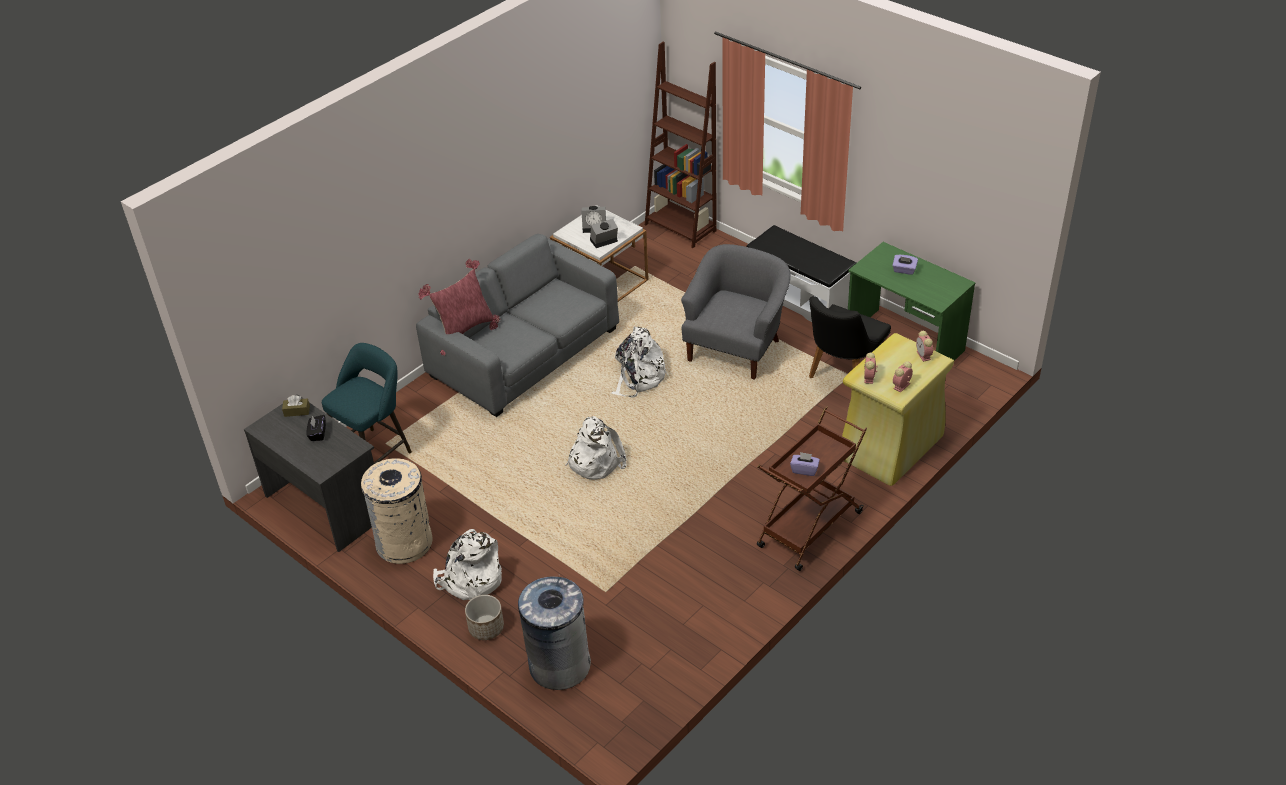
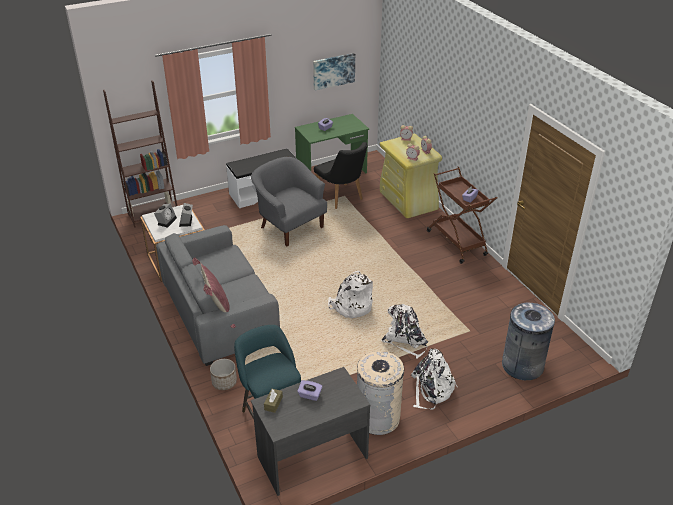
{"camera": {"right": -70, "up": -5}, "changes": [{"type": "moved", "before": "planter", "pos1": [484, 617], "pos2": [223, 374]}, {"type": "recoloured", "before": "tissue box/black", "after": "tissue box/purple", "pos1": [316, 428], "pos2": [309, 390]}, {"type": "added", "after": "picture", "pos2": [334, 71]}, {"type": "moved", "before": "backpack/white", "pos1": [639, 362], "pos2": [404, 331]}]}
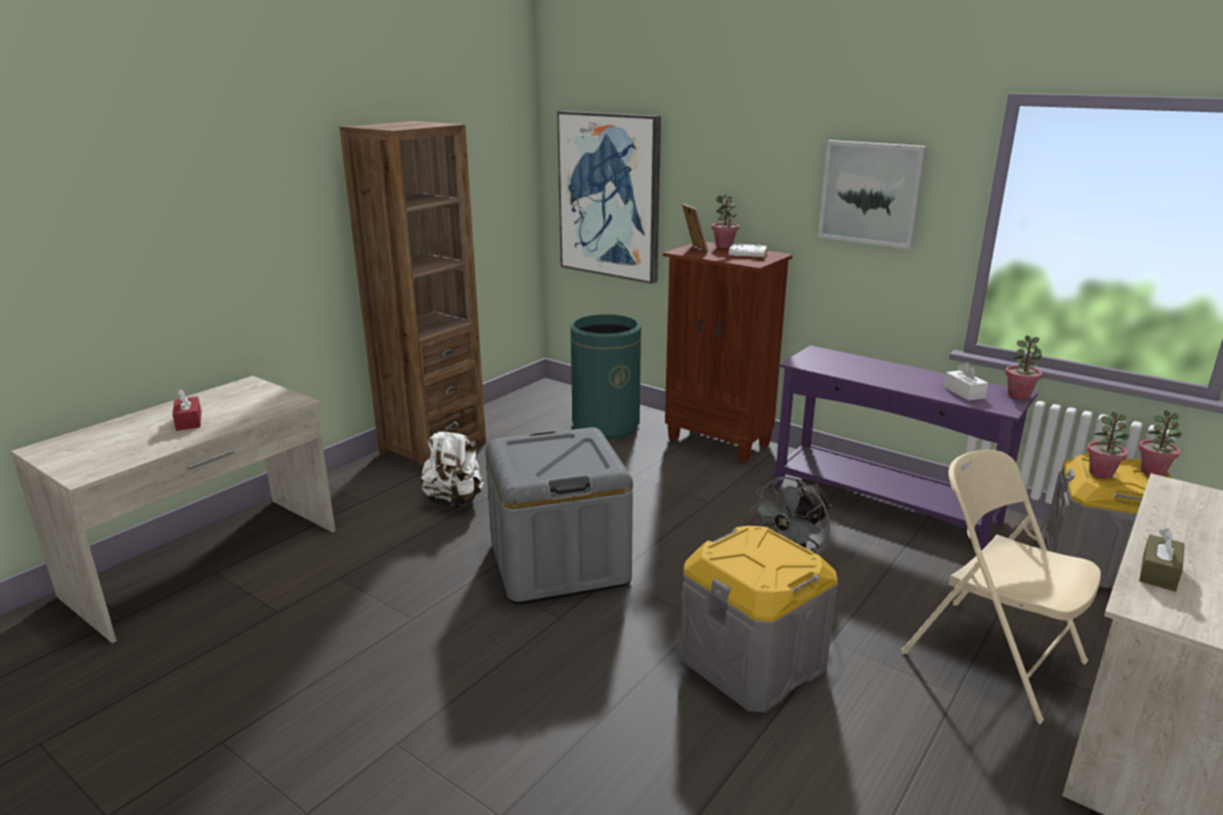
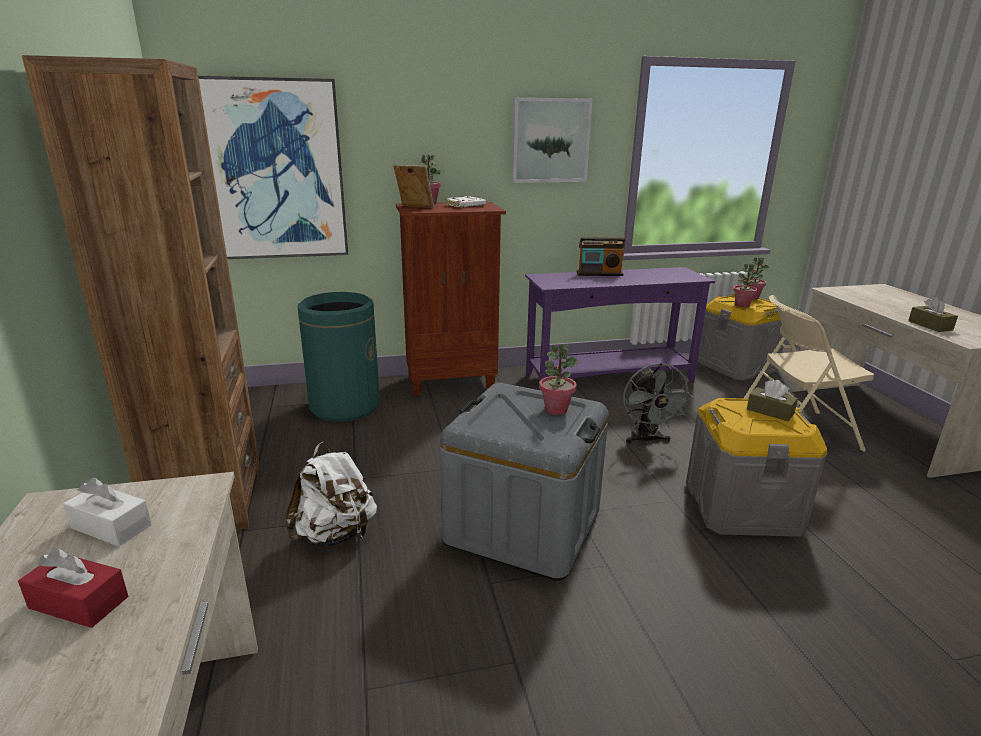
{"camera": {"right": -50, "up": 0}, "changes": [{"type": "moved", "before": "tissue box/white", "pos1": [966, 381], "pos2": [107, 512]}, {"type": "moved", "before": "potted plant", "pos1": [1023, 367], "pos2": [558, 379]}, {"type": "added", "after": "radio", "pos2": [601, 256]}, {"type": "added", "after": "tissue box/brown", "pos2": [772, 400]}]}
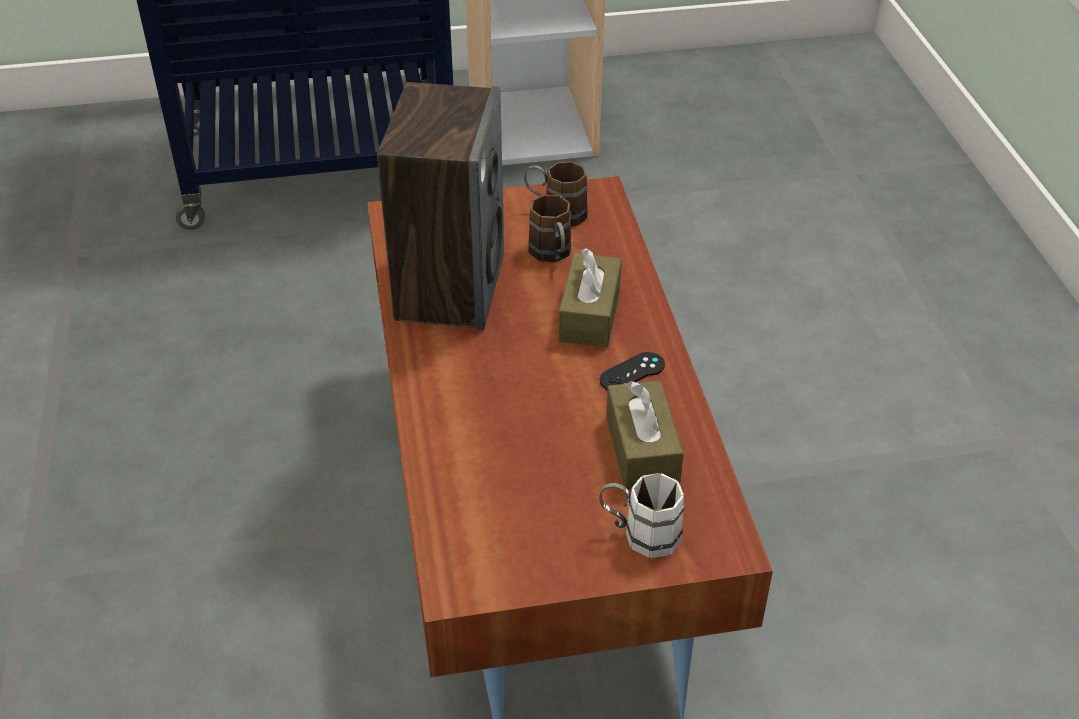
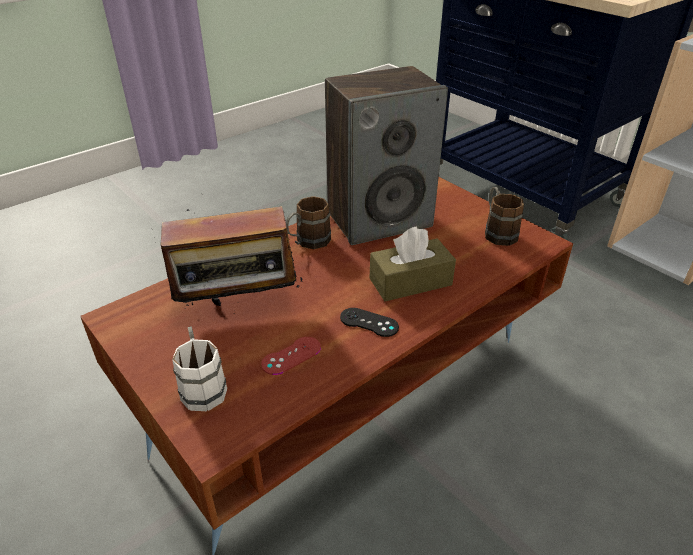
{"camera": {"right": 60, "up": -5}, "changes": [{"type": "added", "after": "radio", "pos2": [228, 260]}, {"type": "replaced", "before": "tissue box/brown", "after": "game controller/red", "pos1": [645, 435], "pos2": [291, 356]}, {"type": "moved", "before": "mug/brown", "pos1": [549, 228], "pos2": [308, 222]}]}
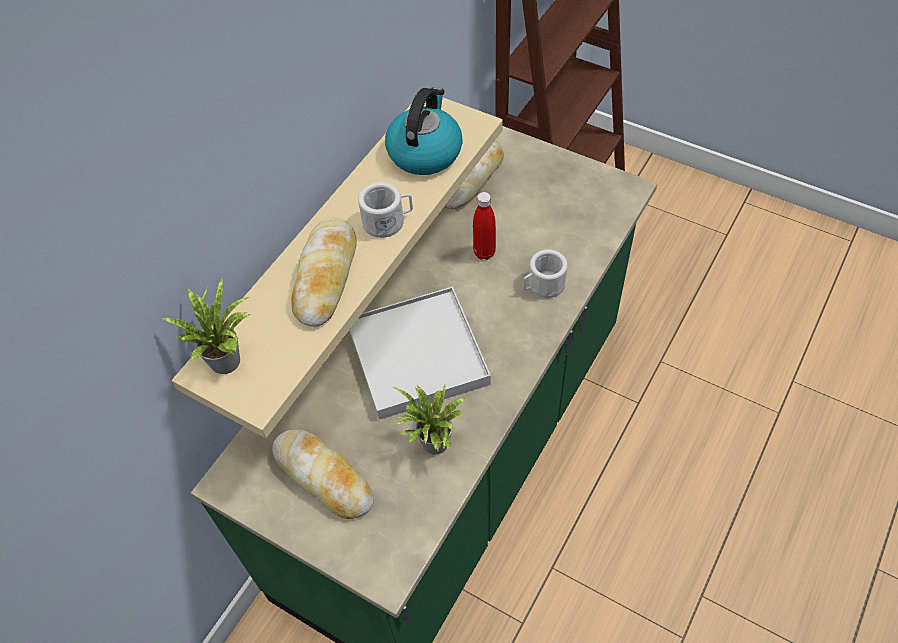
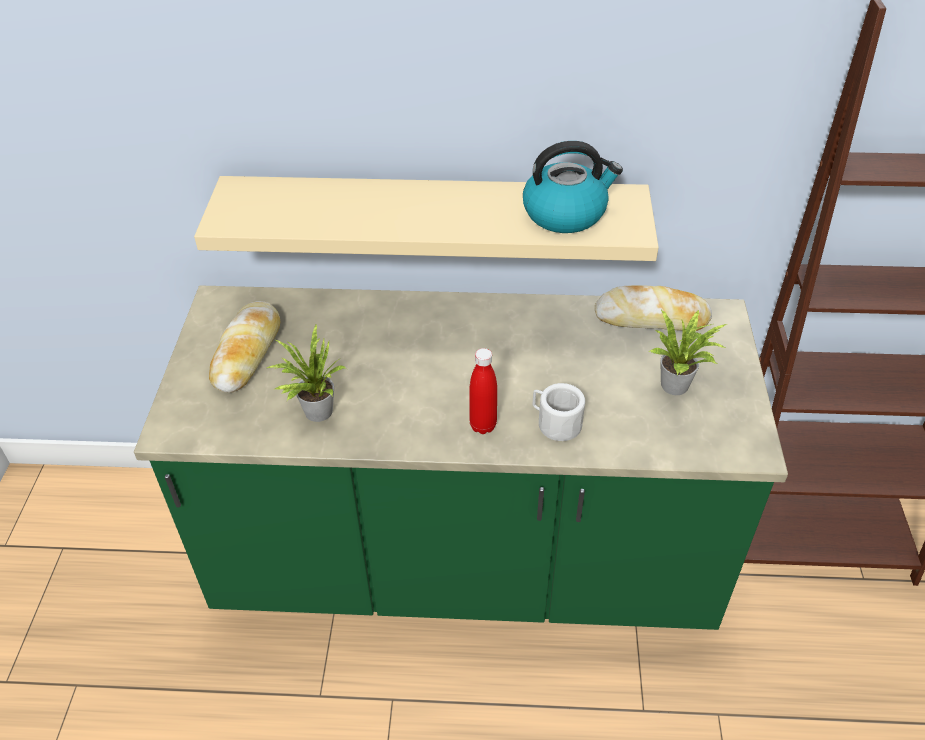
{"camera": {"right": 60, "up": -10}, "changes": [{"type": "moved", "before": "bottle/red", "pos1": [484, 226], "pos2": [483, 391]}, {"type": "moved", "before": "potted plant", "pos1": [205, 325], "pos2": [688, 352]}, {"type": "removed", "before": "bread", "pos1": [324, 272]}, {"type": "removed", "before": "tray/white", "pos1": [420, 353]}, {"type": "removed", "before": "mug/white", "pos1": [385, 210]}]}
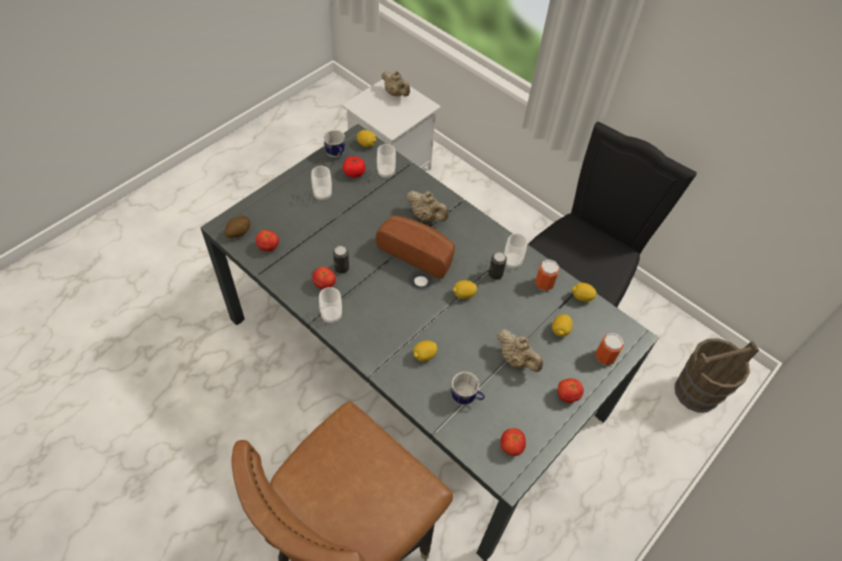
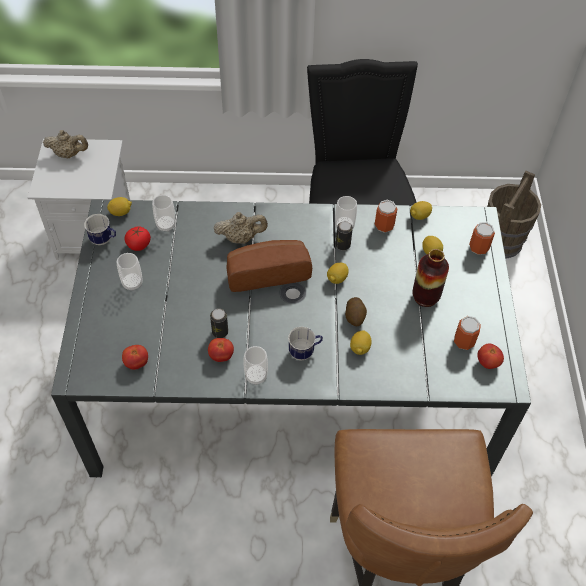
{"camera": {"right": -40, "up": 0}, "changes": [{"type": "moved", "before": "mug", "pos1": [468, 388], "pos2": [305, 343]}, {"type": "moved", "before": "potato", "pos1": [237, 227], "pos2": [356, 312]}, {"type": "replaced", "before": "teapot/beige", "after": "vase", "pos1": [520, 350], "pos2": [430, 278]}, {"type": "added", "after": "can", "pos2": [467, 333]}, {"type": "removed", "before": "tomato", "pos1": [571, 390]}]}
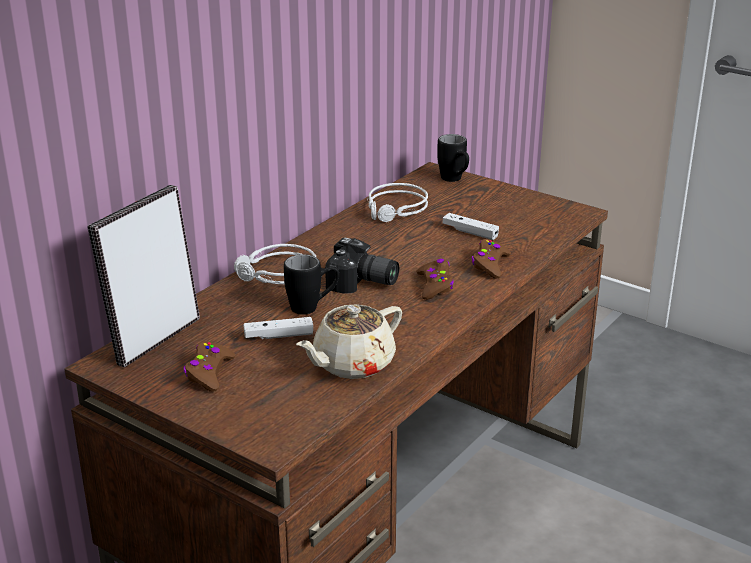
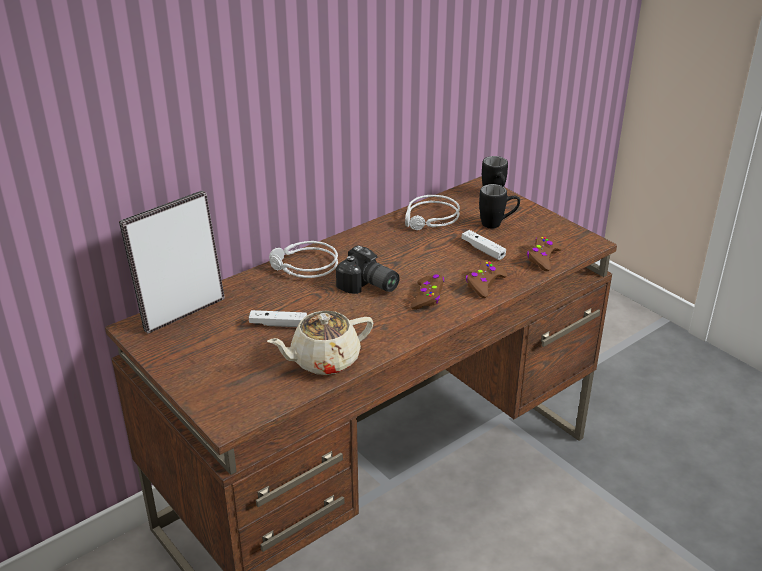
{"camera": {"right": 15, "up": 5}, "changes": [{"type": "moved", "before": "mug/black", "pos1": [311, 284], "pos2": [499, 206]}, {"type": "moved", "before": "game controller/brown", "pos1": [209, 366], "pos2": [544, 253]}]}
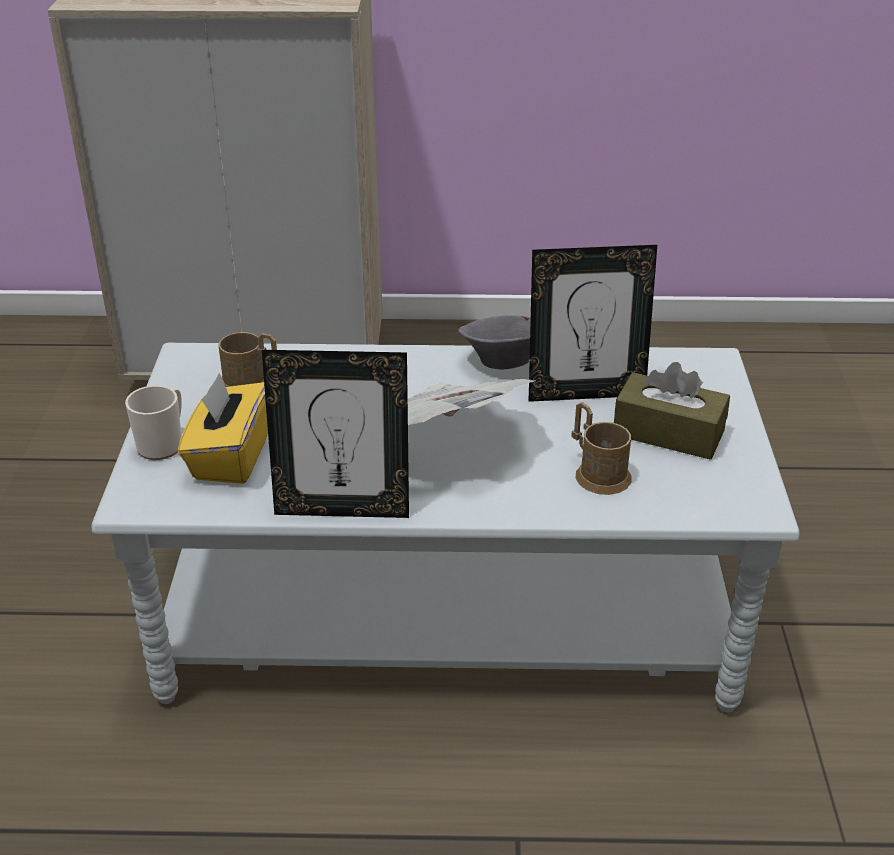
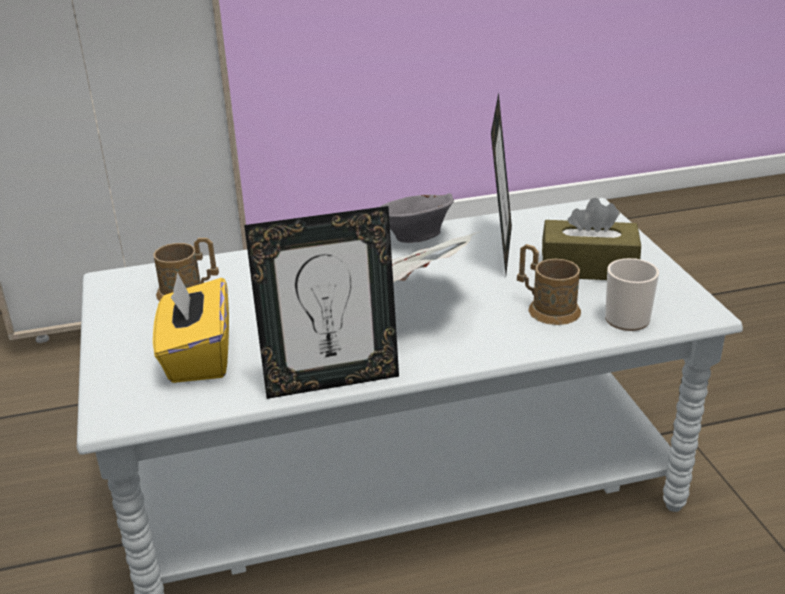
{"camera": {"right": -15, "up": -5}, "changes": [{"type": "turned", "before": "picture frame", "pos1": [593, 323], "pos2": [501, 183], "turn": -60}, {"type": "moved", "before": "mug", "pos1": [153, 422], "pos2": [632, 294]}]}
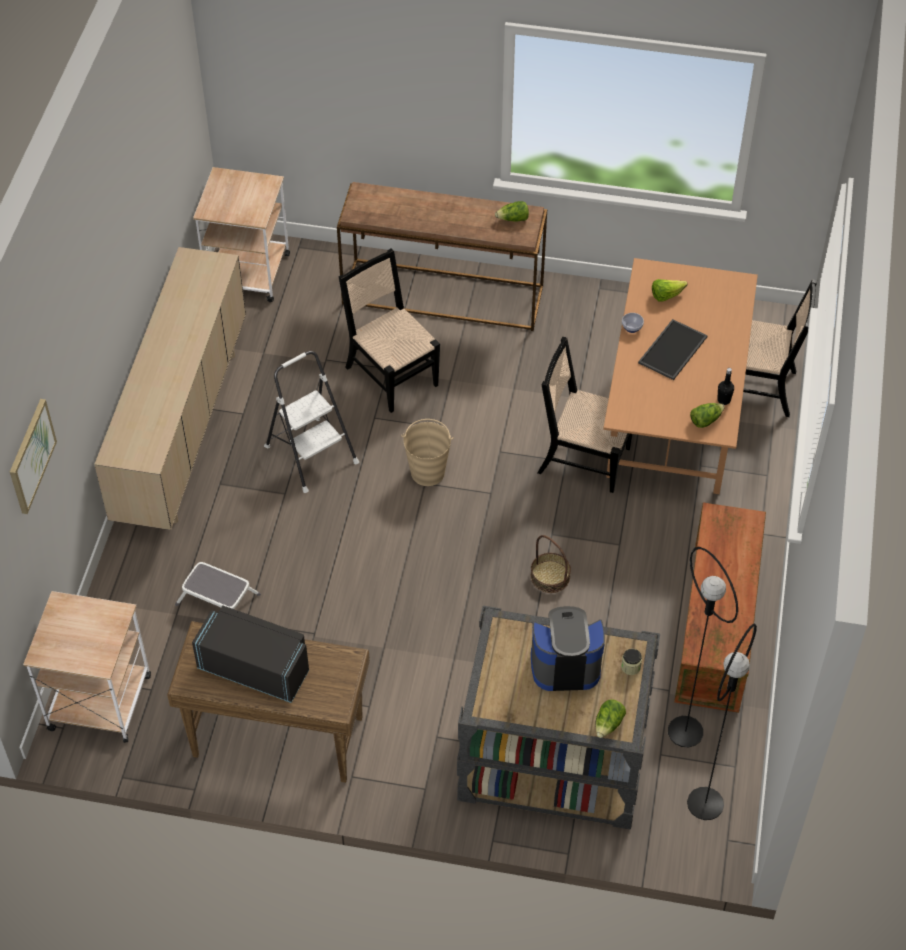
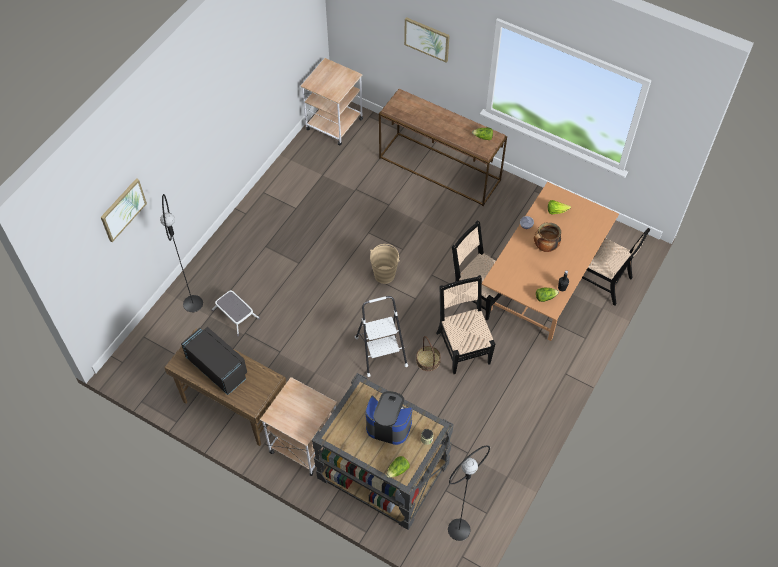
{"camera": {"right": 20, "up": 5}, "changes": [{"type": "moved", "before": "floor lamp/black", "pos1": [703, 647], "pos2": [181, 253]}, {"type": "moved", "before": "cart/beige", "pos1": [87, 667], "pos2": [298, 426]}, {"type": "moved", "before": "step ladder/white", "pos1": [311, 422], "pos2": [381, 336]}, {"type": "added", "after": "picture", "pos2": [427, 40]}, {"type": "moved", "before": "chair", "pos1": [389, 331], "pos2": [465, 324]}, {"type": "replaced", "before": "tray", "after": "cooking pot", "pos1": [673, 349], "pos2": [547, 237]}, {"type": "removed", "before": "cabinet/beige", "pos1": [170, 388]}, {"type": "removed", "before": "bench/brown", "pos1": [720, 608]}]}
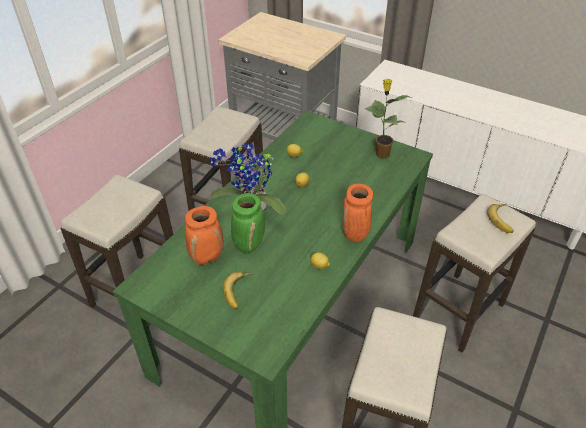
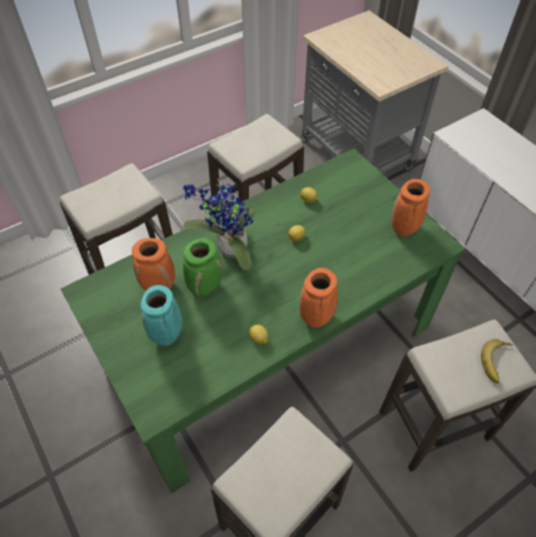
{"camera": {"right": 25, "up": 10}, "changes": [{"type": "replaced", "before": "banana", "after": "vase/turquoise", "pos1": [238, 290], "pos2": [161, 315]}, {"type": "replaced", "before": "potted plant", "after": "vase/orange", "pos1": [389, 118], "pos2": [410, 208]}]}
